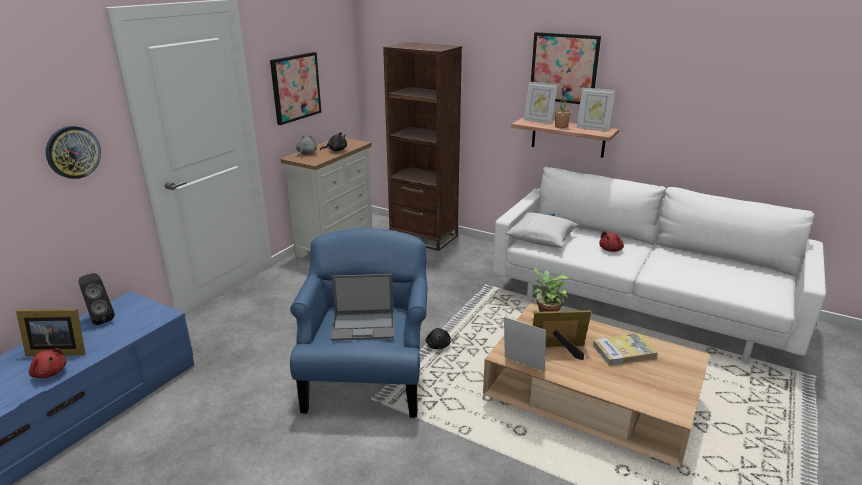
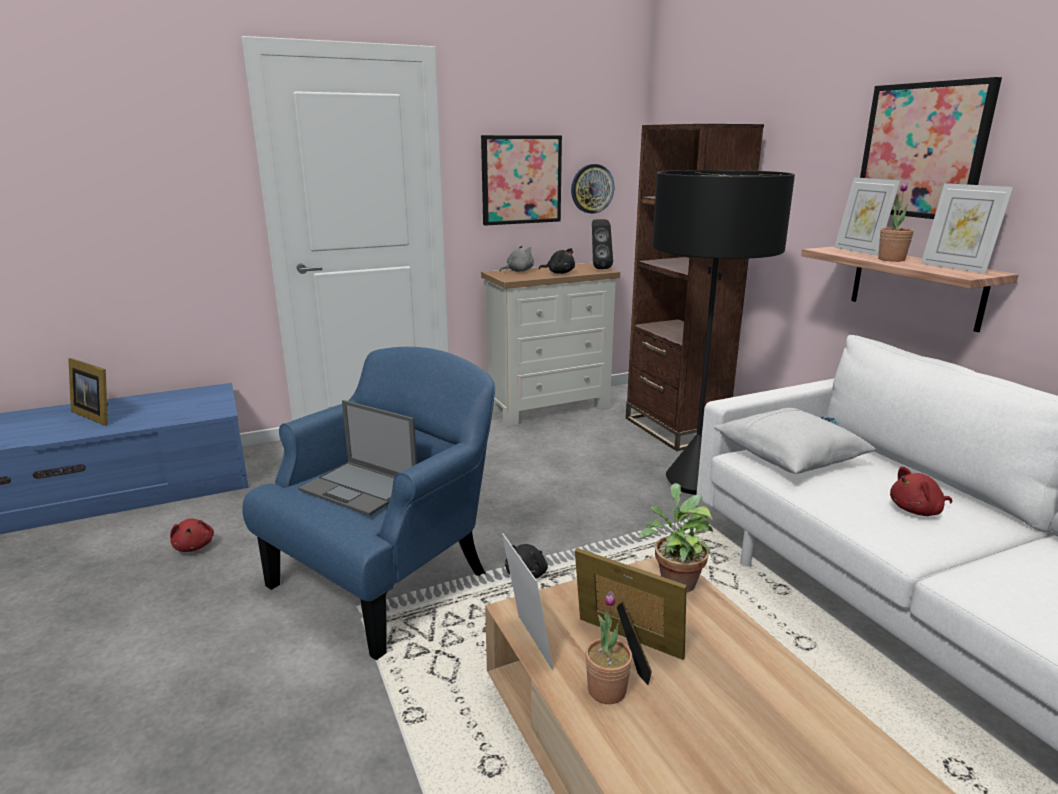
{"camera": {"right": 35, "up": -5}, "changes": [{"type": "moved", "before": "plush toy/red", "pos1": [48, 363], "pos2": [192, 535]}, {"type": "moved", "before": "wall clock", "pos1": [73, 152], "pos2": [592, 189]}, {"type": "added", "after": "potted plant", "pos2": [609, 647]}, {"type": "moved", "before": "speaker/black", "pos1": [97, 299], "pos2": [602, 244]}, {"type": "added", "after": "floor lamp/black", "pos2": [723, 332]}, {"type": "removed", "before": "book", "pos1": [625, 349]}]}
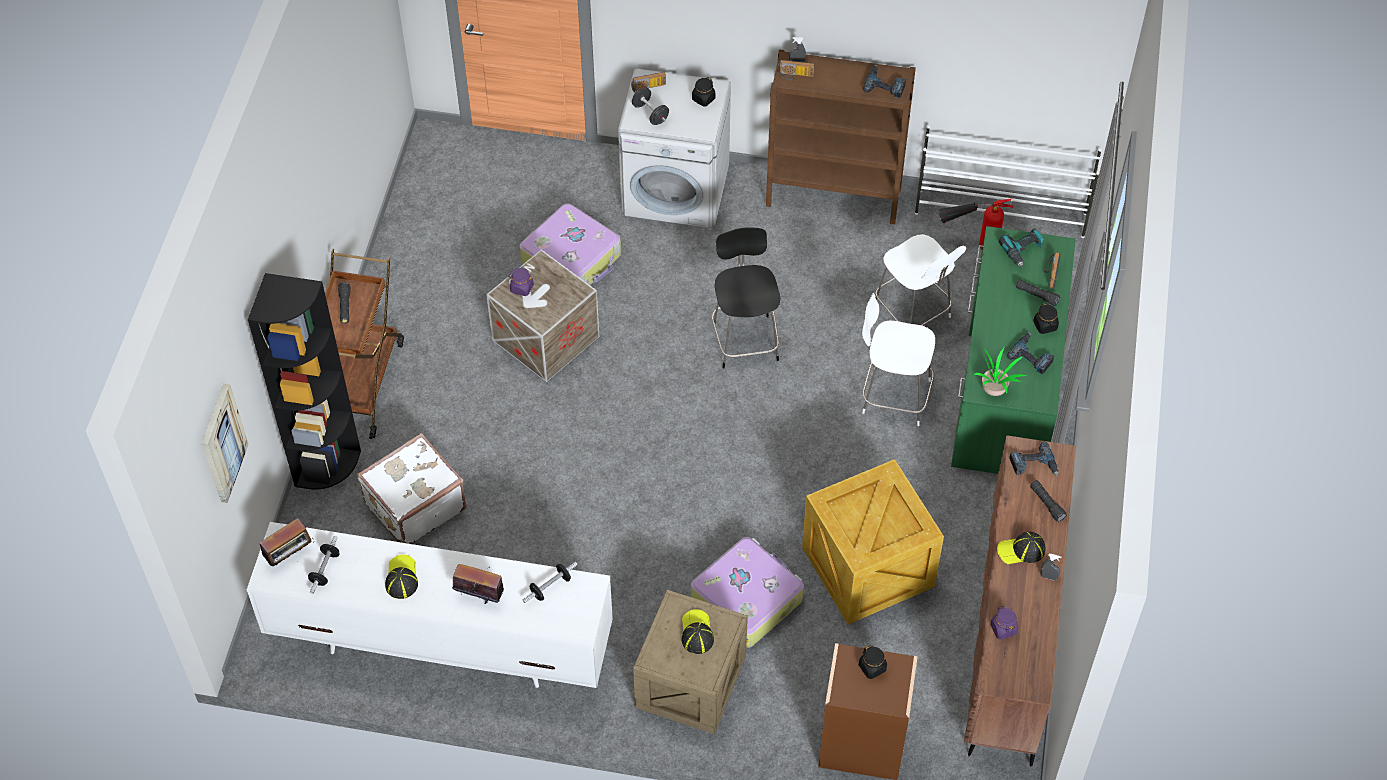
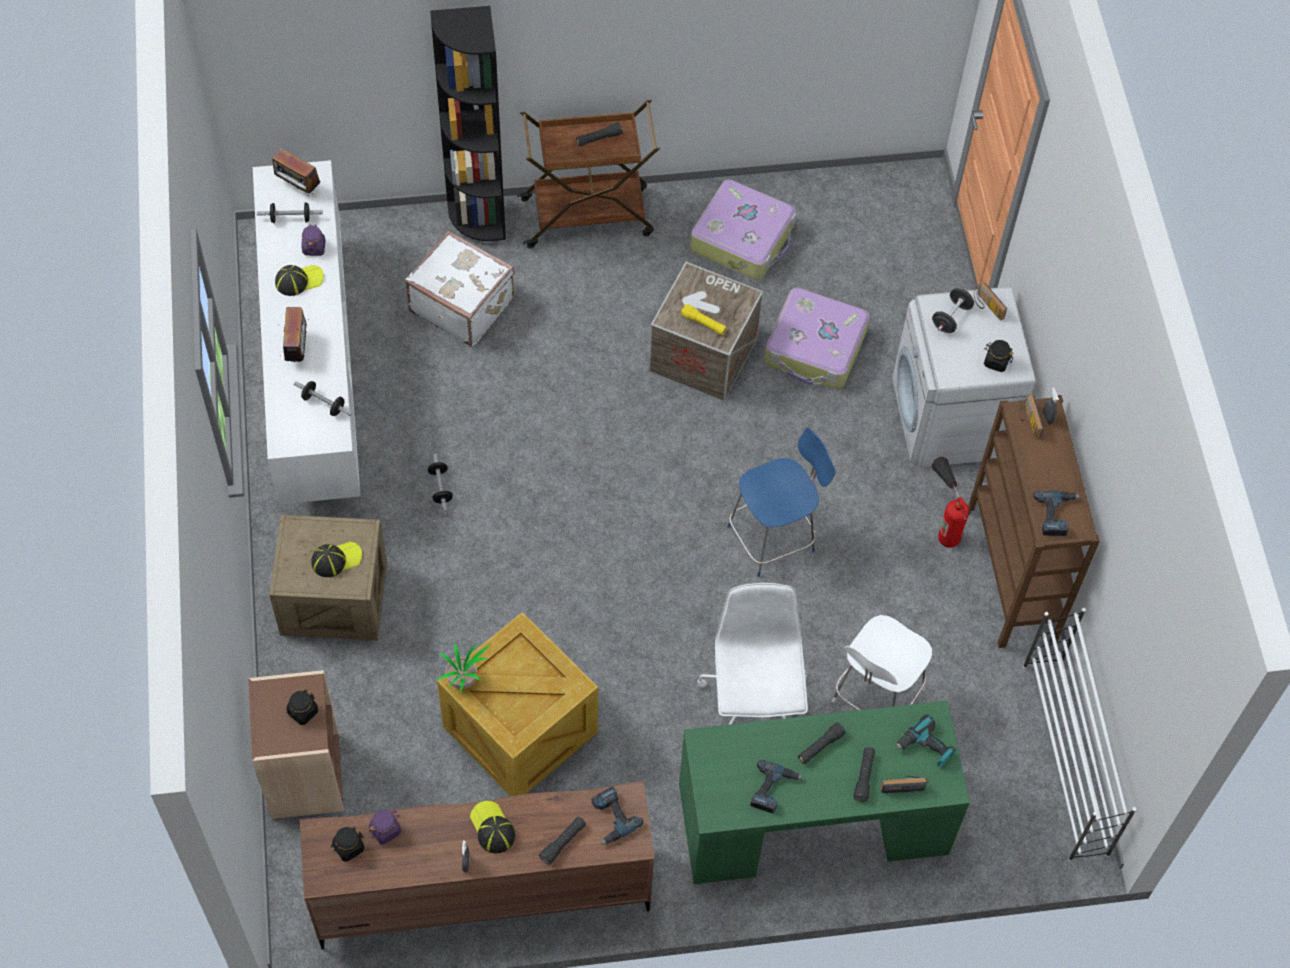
{"camera": {"right": 70, "up": 5}, "changes": [{"type": "moved", "before": "jar/purple", "pos1": [521, 282], "pos2": [314, 240]}, {"type": "moved", "before": "jar/black", "pos1": [1046, 318], "pos2": [347, 844]}, {"type": "added", "after": "dumbbell", "pos2": [440, 483]}, {"type": "moved", "before": "potted plant", "pos1": [1000, 372], "pos2": [463, 668]}, {"type": "added", "after": "flashlight/yellow", "pos2": [704, 319]}, {"type": "moved", "before": "suitcase", "pos1": [747, 592], "pos2": [743, 229]}, {"type": "replaced", "before": "stool/white", "after": "office chair/white", "pos1": [898, 359], "pos2": [752, 654]}, {"type": "recoloured", "before": "stool/black", "after": "stool/blue", "pos1": [746, 297], "pos2": [781, 502]}, {"type": "added", "after": "flashlight/black", "pos2": [822, 743]}, {"type": "moved", "before": "fire extinguisher", "pos1": [976, 224], "pos2": [950, 502]}, {"type": "removed", "before": "picture", "pos1": [225, 443]}]}
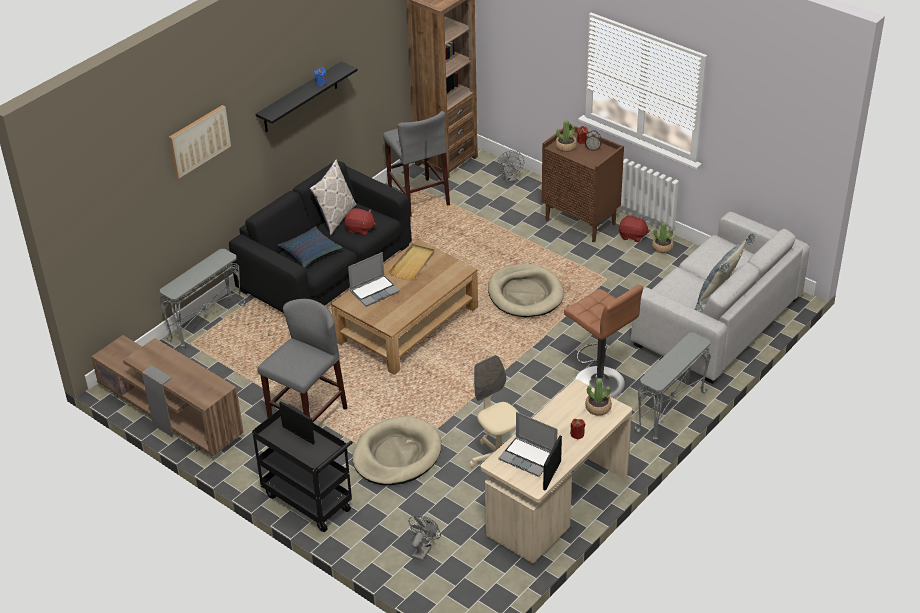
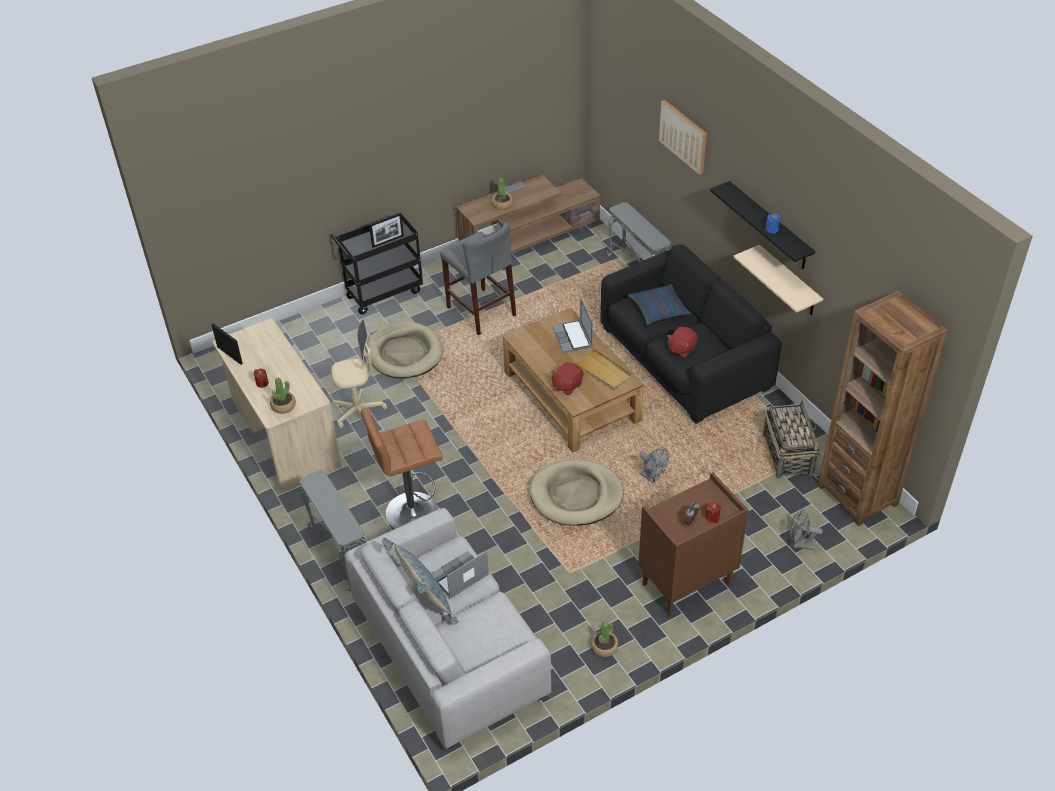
{"camera": {"right": 110, "up": 5}, "changes": [{"type": "moved", "before": "laptop", "pos1": [527, 444], "pos2": [460, 575]}, {"type": "moved", "before": "potted plant", "pos1": [566, 136], "pos2": [502, 194]}, {"type": "moved", "before": "plush toy/red", "pos1": [634, 229], "pos2": [567, 379]}, {"type": "moved", "before": "fan/grey", "pos1": [424, 538], "pos2": [654, 465]}, {"type": "added", "after": "shelf/beige", "pos2": [778, 280]}, {"type": "replaced", "before": "stool/grey", "after": "basket", "pos1": [416, 164], "pos2": [792, 439]}, {"type": "removed", "before": "pillow", "pos1": [333, 197]}]}
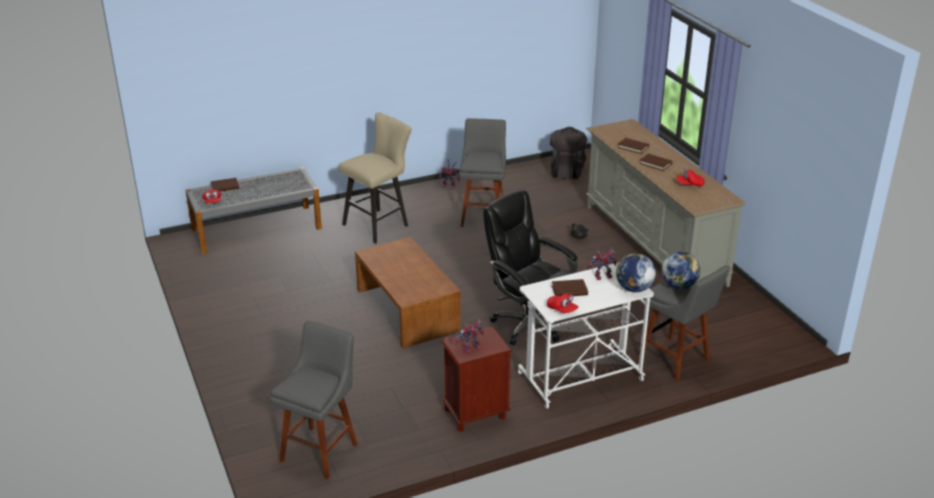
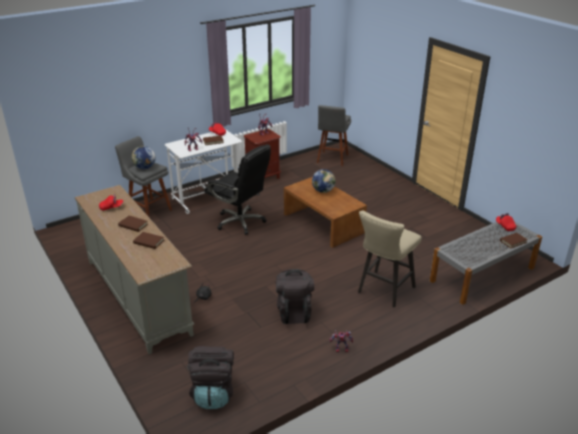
{"camera": {"right": 170, "up": 0}, "changes": [{"type": "replaced", "before": "stool/grey", "after": "backpack/black", "pos1": [482, 172], "pos2": [295, 296]}, {"type": "moved", "before": "globe", "pos1": [636, 272], "pos2": [323, 181]}]}
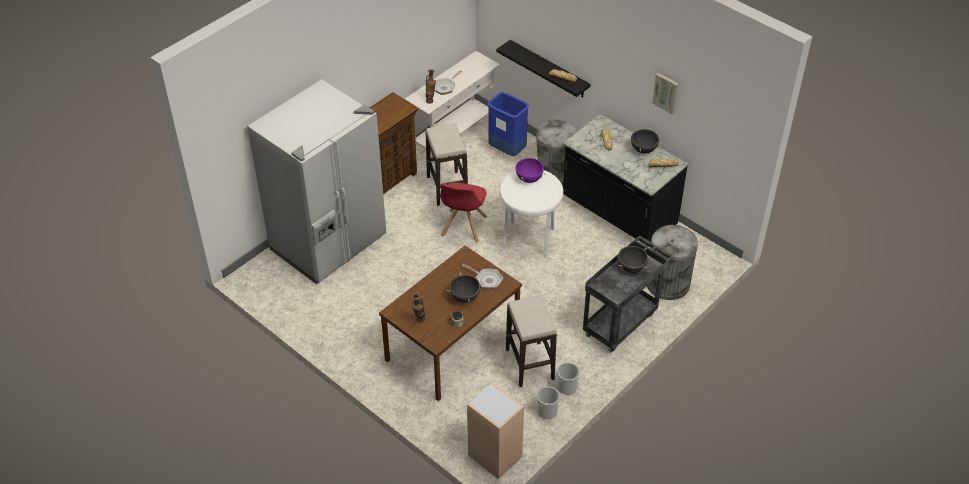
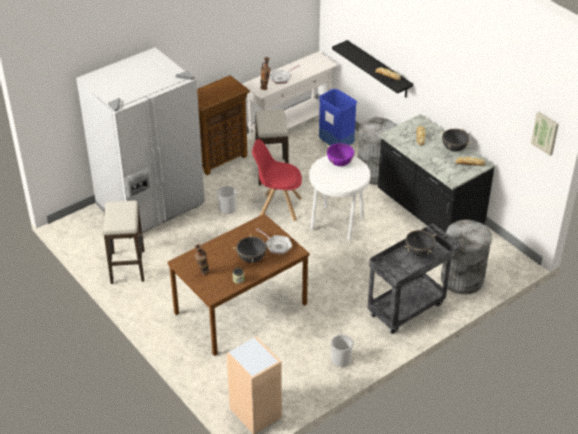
{"camera": {"right": 10, "up": -5}, "changes": [{"type": "moved", "before": "stool", "pos1": [531, 341], "pos2": [124, 242]}, {"type": "moved", "before": "bucket", "pos1": [548, 402], "pos2": [227, 200]}, {"type": "turned", "before": "chair/red", "pos1": [463, 213], "pos2": [277, 180], "turn": 75}, {"type": "moved", "before": "picture", "pos1": [665, 93], "pos2": [545, 134]}]}
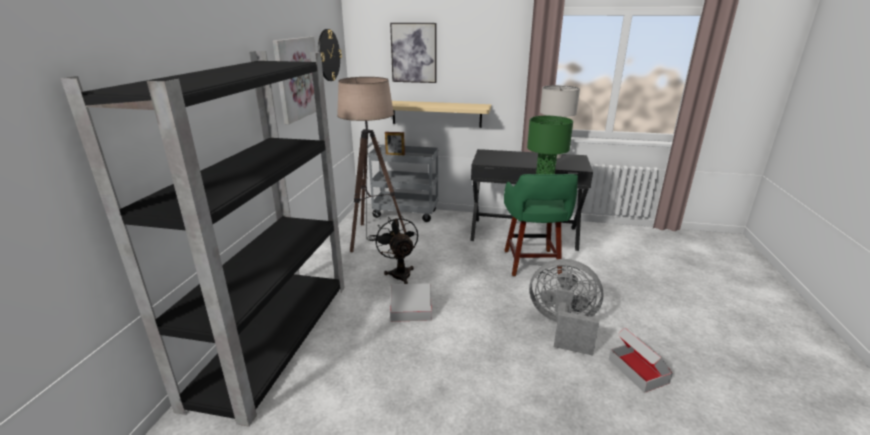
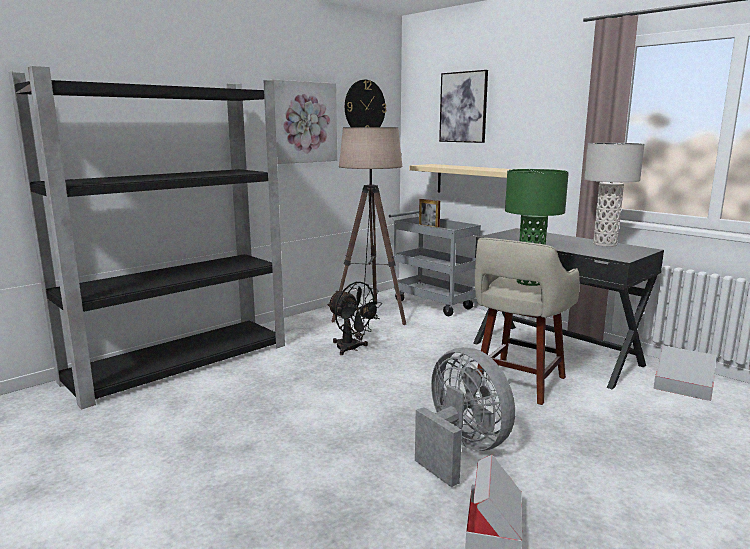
{"camera": {"right": 35, "up": -10}, "changes": [{"type": "turned", "before": "fan/black", "pos1": [396, 249], "pos2": [354, 318], "turn": 120}, {"type": "recoloured", "before": "stool/green", "after": "stool/beige", "pos1": [541, 225], "pos2": [527, 321]}, {"type": "moved", "before": "cardboard box", "pos1": [411, 302], "pos2": [685, 373]}]}
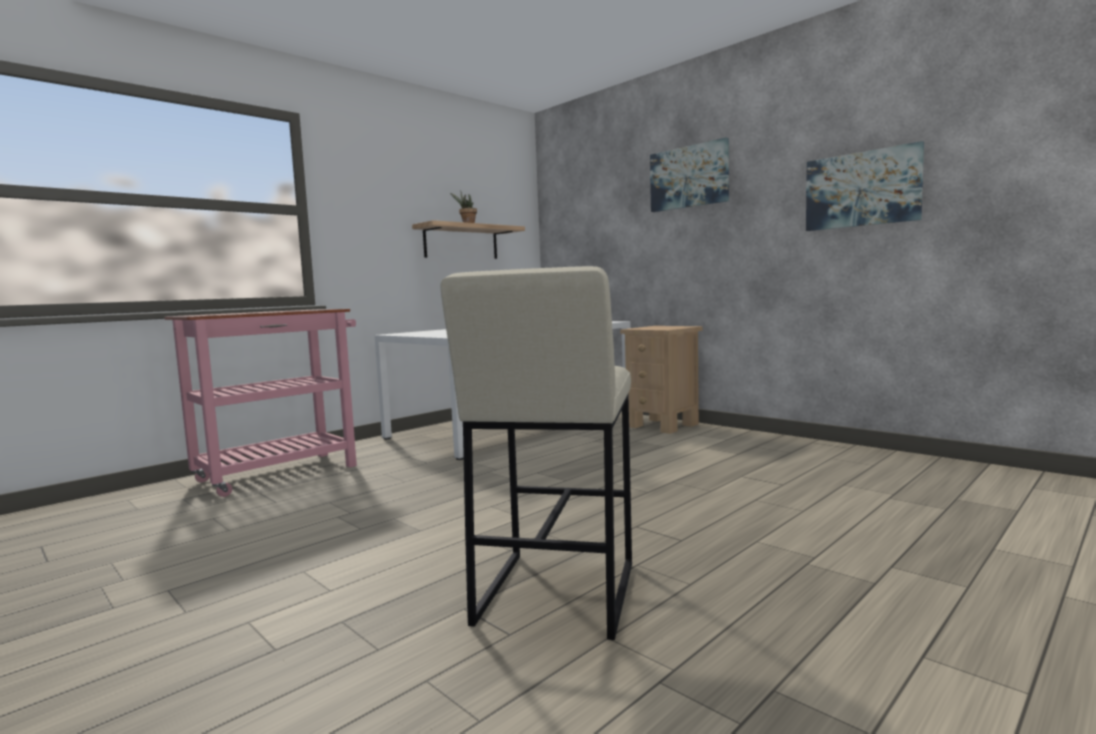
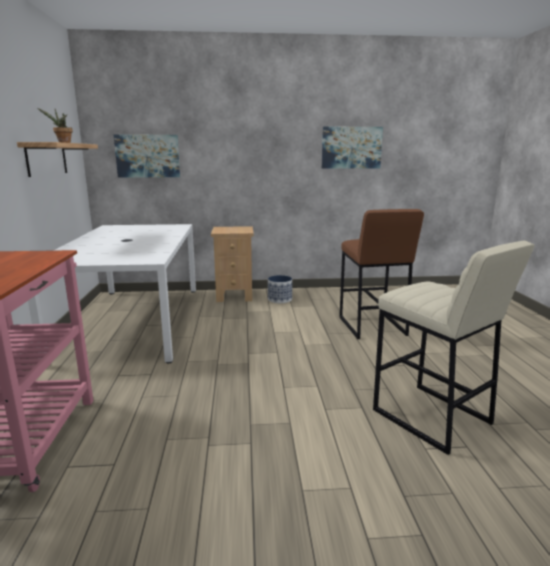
{"camera": {"right": -50, "up": 10}, "changes": [{"type": "moved", "before": "picture", "pos1": [689, 175], "pos2": [147, 156]}, {"type": "added", "after": "planter", "pos2": [280, 289]}, {"type": "added", "after": "stool/brown", "pos2": [381, 274]}]}
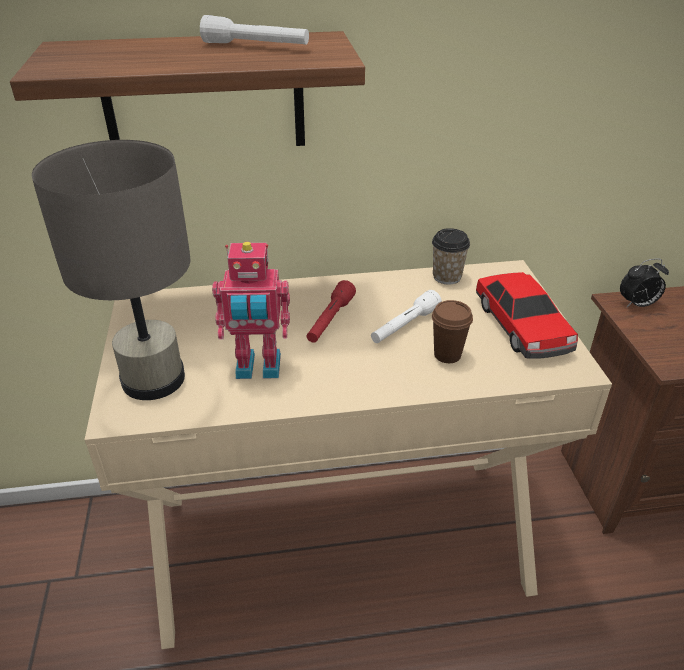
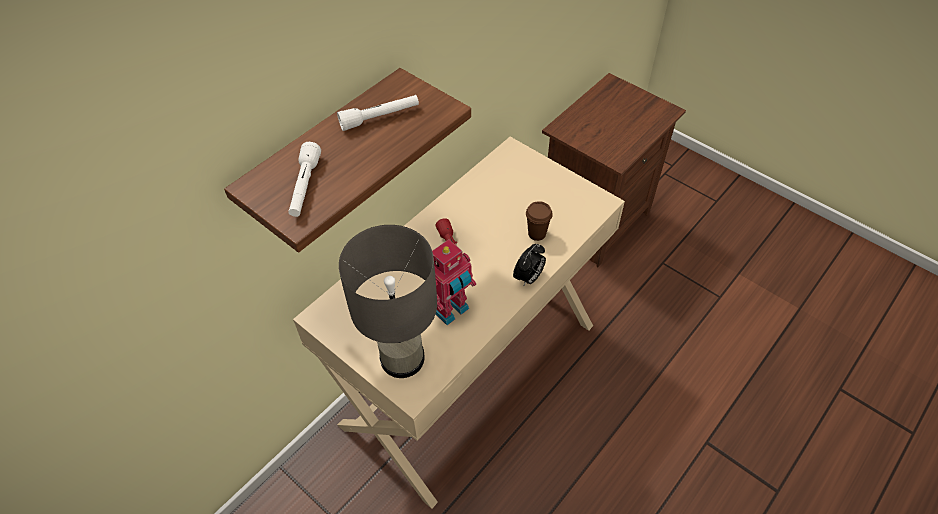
{"camera": {"right": -40, "up": 15}, "changes": [{"type": "moved", "before": "flashlight/white", "pos1": [406, 316], "pos2": [304, 179]}, {"type": "moved", "before": "alarm clock", "pos1": [644, 283], "pos2": [529, 265]}, {"type": "removed", "before": "cup", "pos1": [451, 256]}, {"type": "removed", "before": "toy car", "pos1": [527, 315]}]}
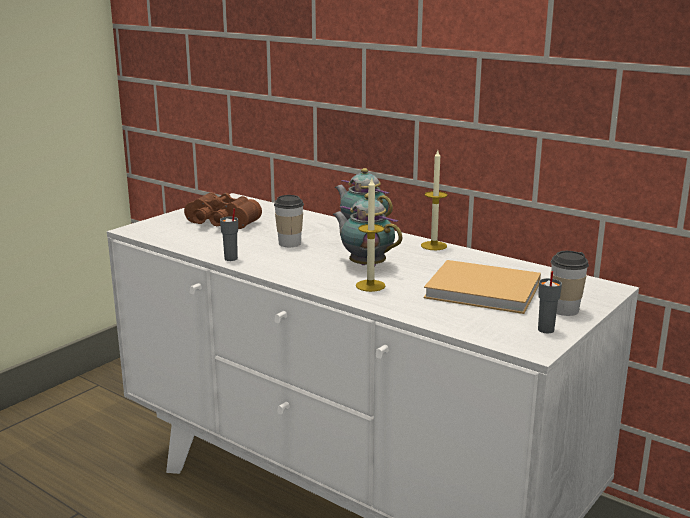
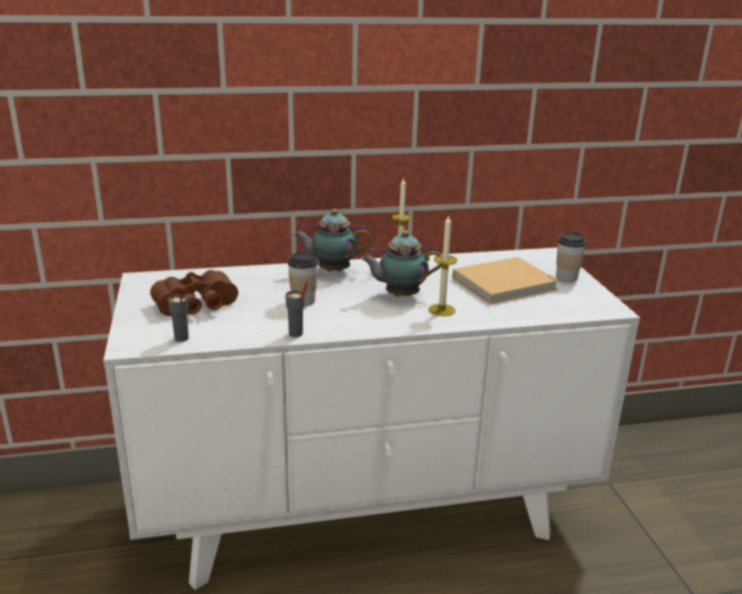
{"camera": {"right": -50, "up": 5}, "changes": [{"type": "moved", "before": "cup/grey", "pos1": [550, 302], "pos2": [178, 315]}]}
